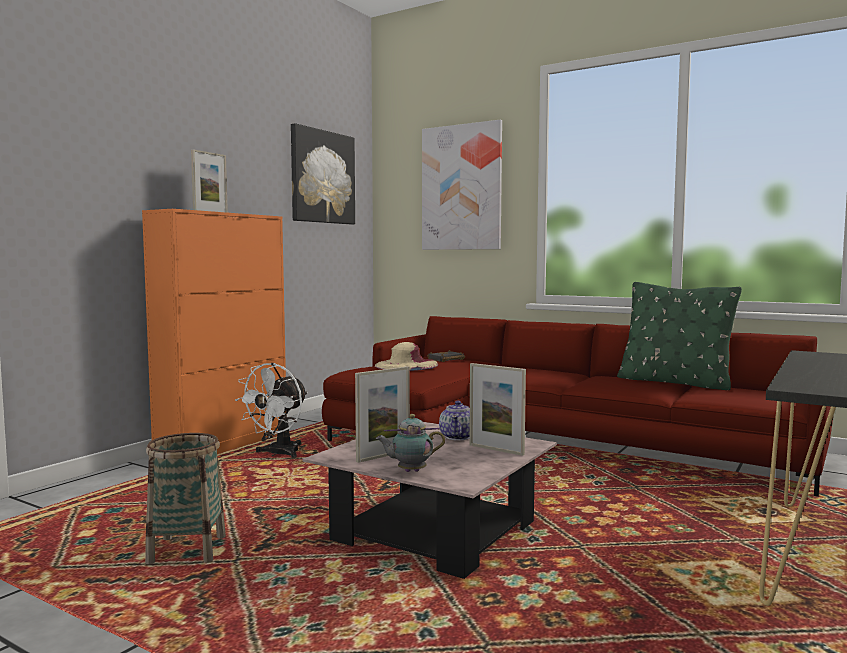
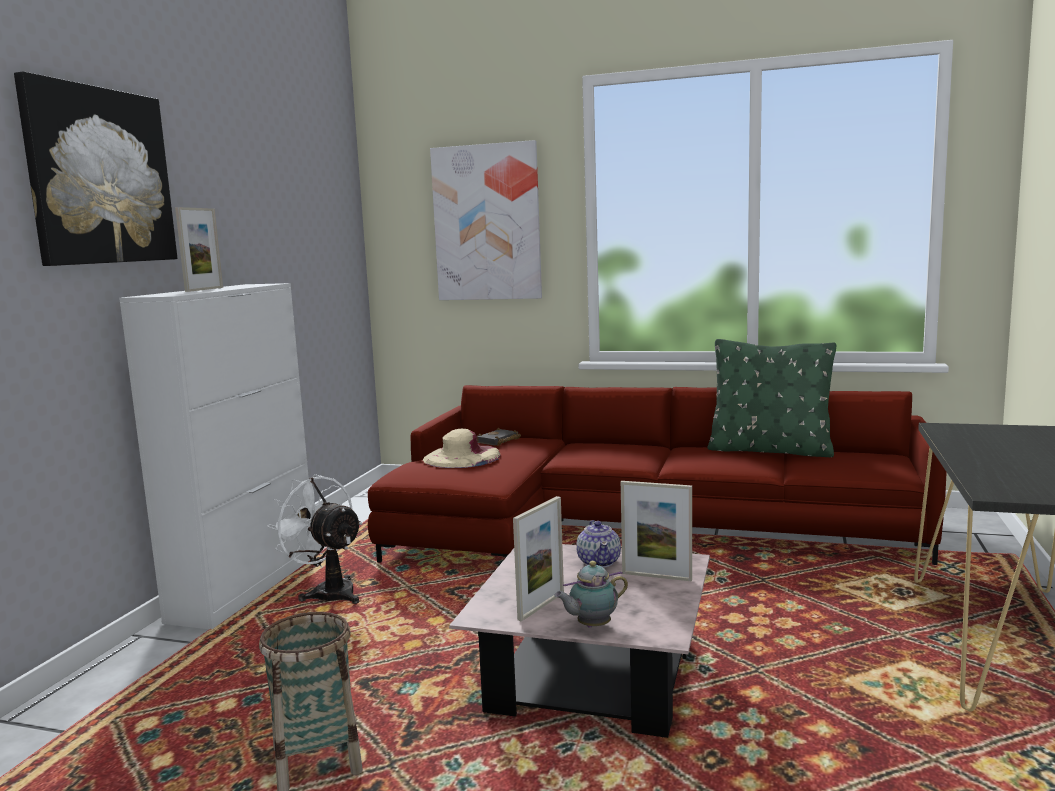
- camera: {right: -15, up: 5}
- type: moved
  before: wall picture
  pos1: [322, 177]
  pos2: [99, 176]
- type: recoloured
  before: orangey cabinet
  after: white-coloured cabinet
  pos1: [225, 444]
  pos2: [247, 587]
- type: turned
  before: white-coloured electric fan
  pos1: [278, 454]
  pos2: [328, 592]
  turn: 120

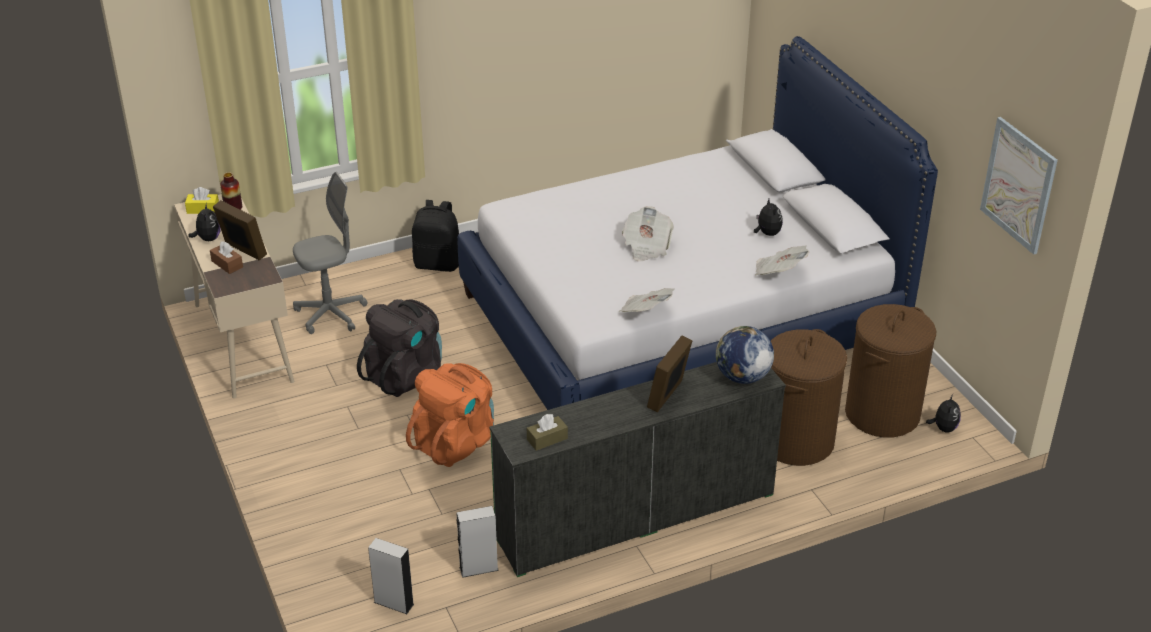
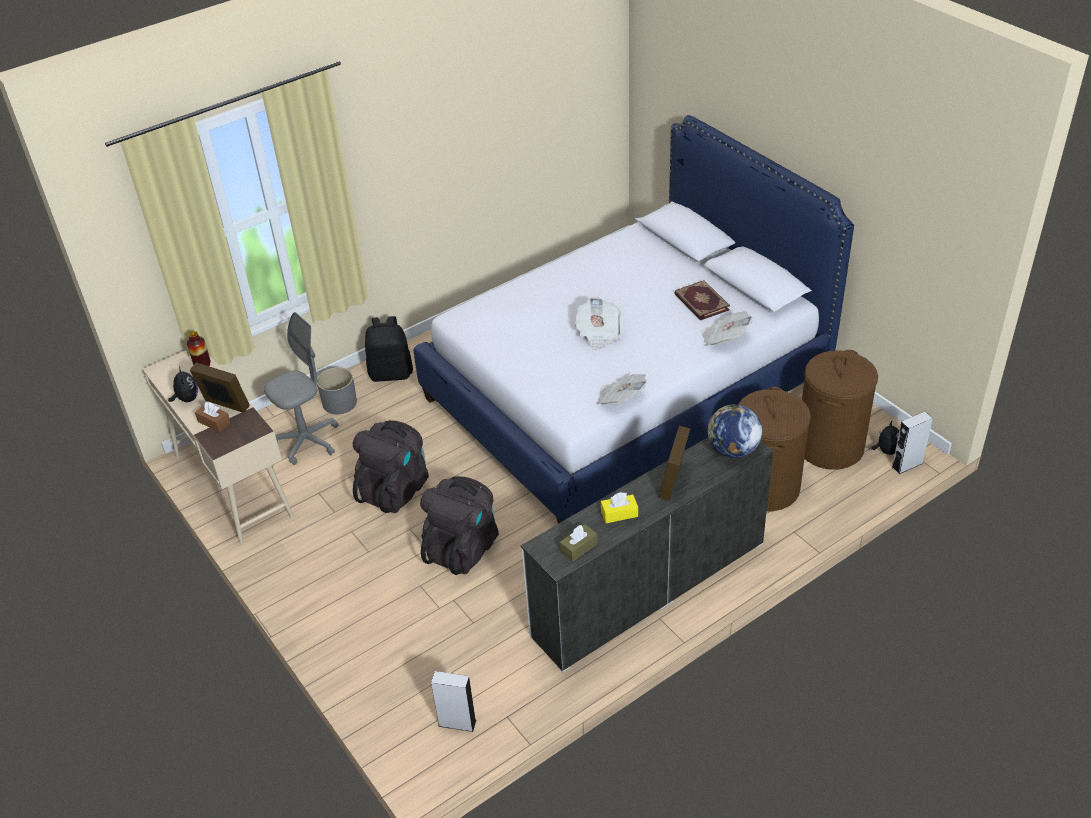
- camera: {right: -10, up: 5}
- type: added
  after: grey planter
  pos2: [339, 403]
- type: recoloured
  before: orangey rucksack
  after: blackish rucksack
  pos1: [455, 442]
  pos2: [463, 547]
- type: recoloured
  before: green-coloured dresser
  after: white-coloured dresser
  pos1: [635, 515]
  pos2: [648, 588]
- type: moved
  before: yellow box of tissues
  pos1: [203, 209]
  pos2: [619, 514]
- type: replaced
  before: cuddly toy
  after: bound book
  pos1: [767, 233]
  pos2: [701, 302]
- type: moved
  before: grey speaker
  pos1: [478, 568]
  pos2: [907, 465]
- type: removed
  before: wall picture
  pos1: [1018, 185]

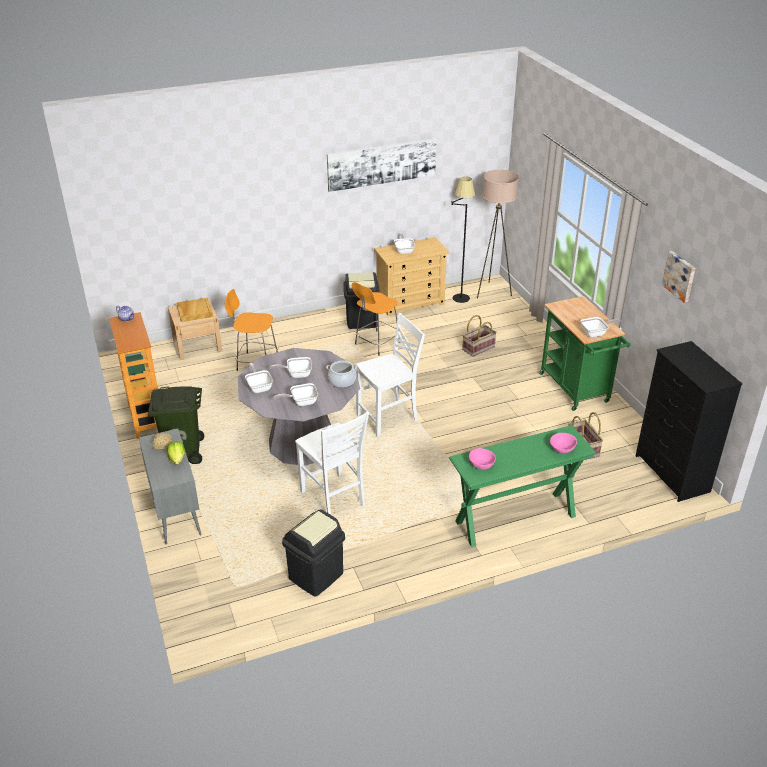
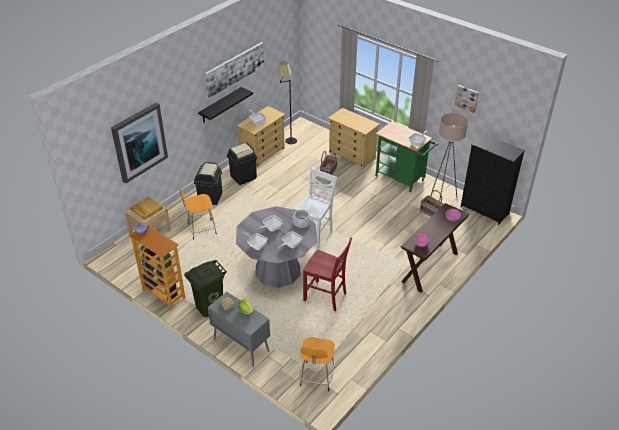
- camera: {right: -30, up: 5}
- type: added
  after: wall picture
  pos2: [139, 142]
- type: moved
  before: blackish trash can
  pos1: [316, 576]
  pos2: [210, 197]
- type: added
  after: blackish shelf
  pos2: [220, 105]
- type: moved
  before: orangey stool seat
  pos1: [376, 343]
  pos2: [317, 377]
- type: recoloured
  before: white-coloured upright chair
  after: reddish upright chair
  pos1: [334, 499]
  pos2: [326, 297]
- type: added
  after: beige-coloured dresser
  pos2: [352, 155]
- type: recoloured
  before: green-coloured console table
  after: brownish console table
  pos1: [515, 519]
  pos2: [429, 267]
- type: moved
  before: beige-coloured standing lamp
  pos1: [492, 292]
  pos2: [442, 198]

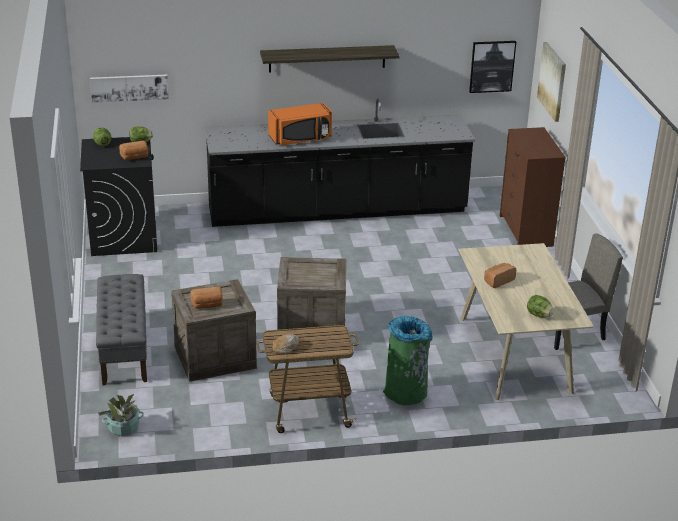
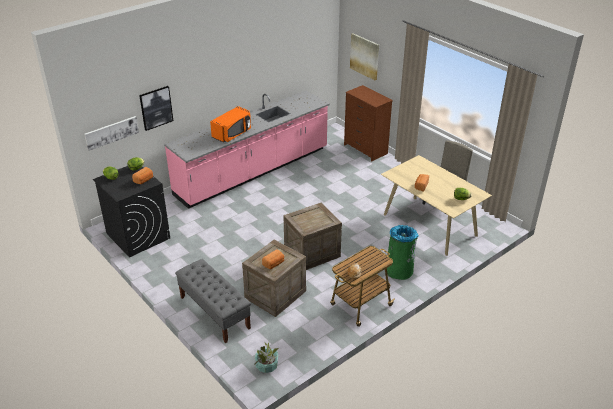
- camera: {right: -30, up: 5}
- type: moved
  before: wall picture
  pos1: [492, 66]
  pos2: [156, 107]
- type: recoloured
  before: blackish counter
  after: pink-coloured counter
  pos1: [337, 211]
  pos2: [253, 172]
- type: removed
  before: shelf
  pos1: [327, 58]

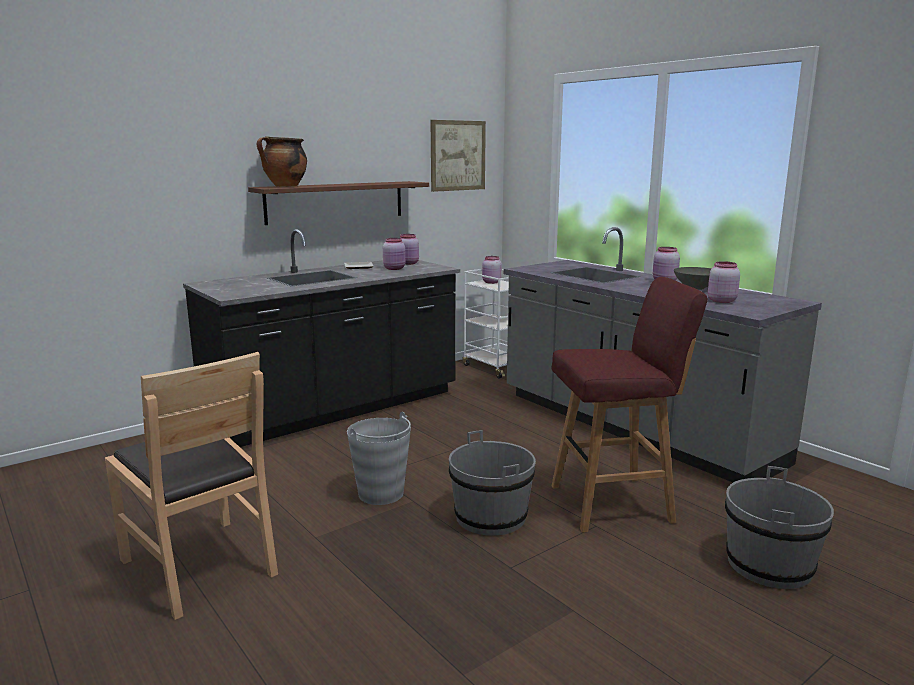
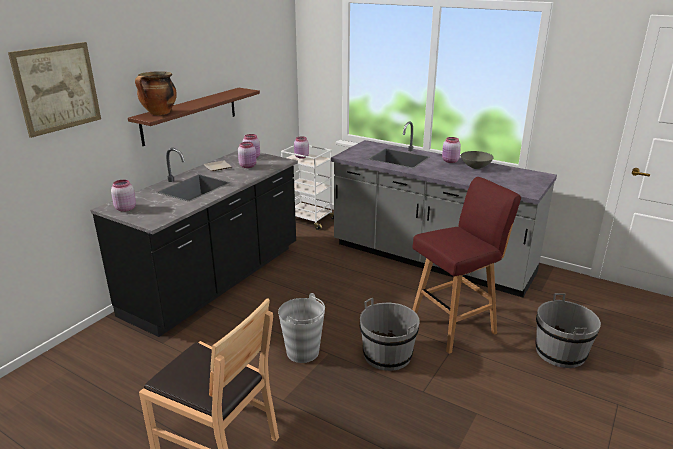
- camera: {right: -20, up: 10}
- type: moved
  before: wall picture
  pos1: [458, 155]
  pos2: [57, 88]
- type: moved
  before: pink-coloured preserve jar
  pos1: [720, 301]
  pos2: [125, 208]

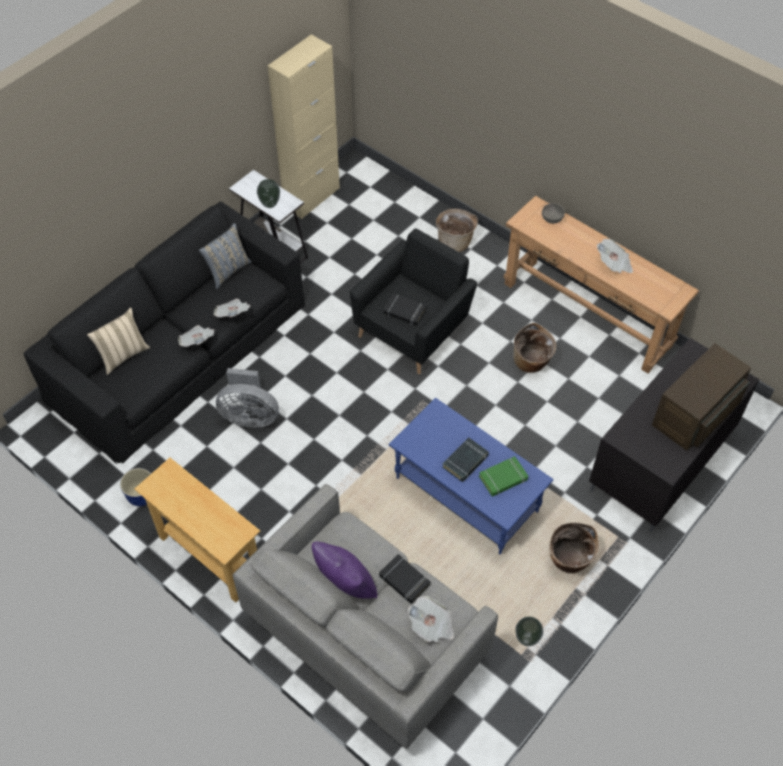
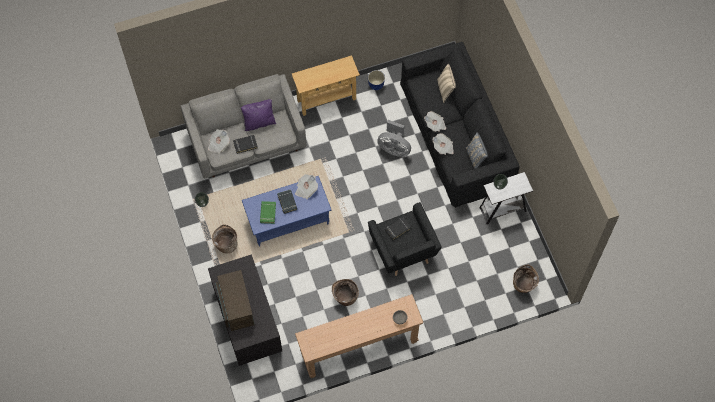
- camera: {right: 120, up: 10}
- type: moved
  before: printed paper
  pos1: [614, 264]
  pos2: [306, 189]
- type: turned
  before: grey electric fan
  pos1: [250, 416]
  pos2: [394, 148]
  turn: -105
- type: moved
  before: basket
  pos1: [455, 241]
  pos2: [523, 285]
- type: removed
  before: beige-coloured cabinet
  pos1: [311, 197]

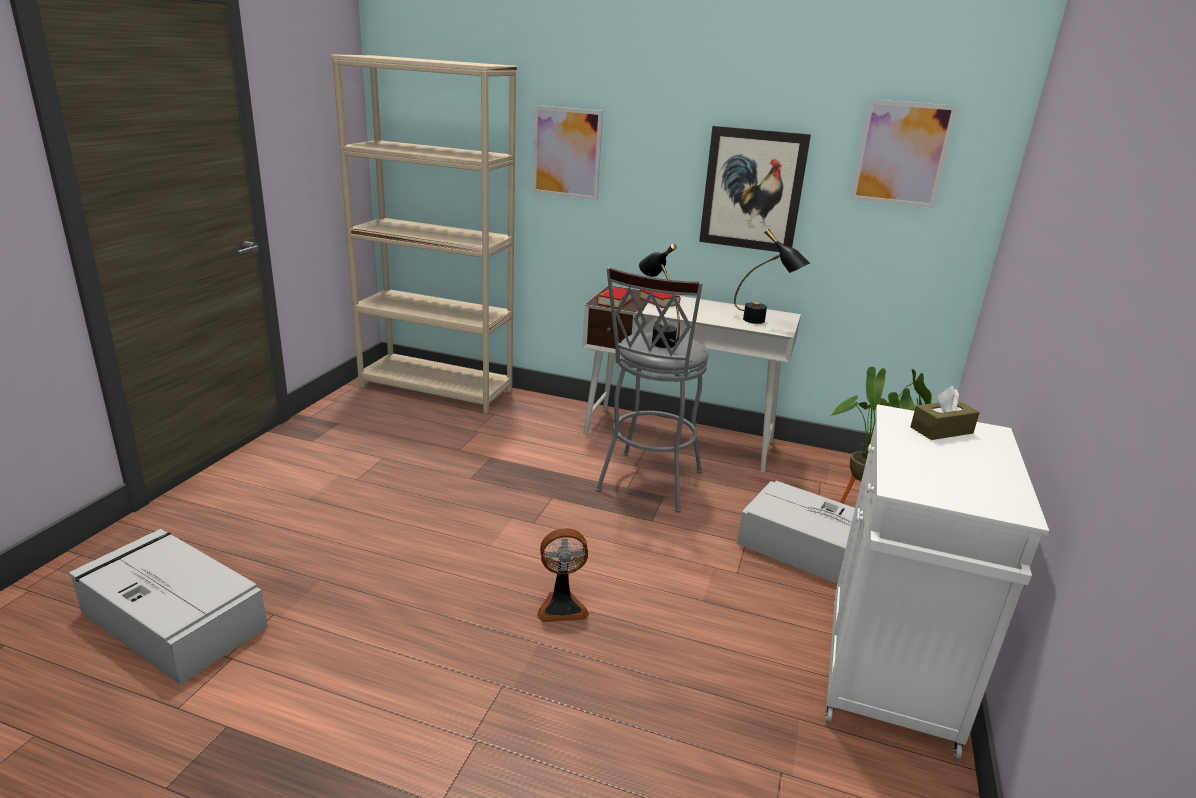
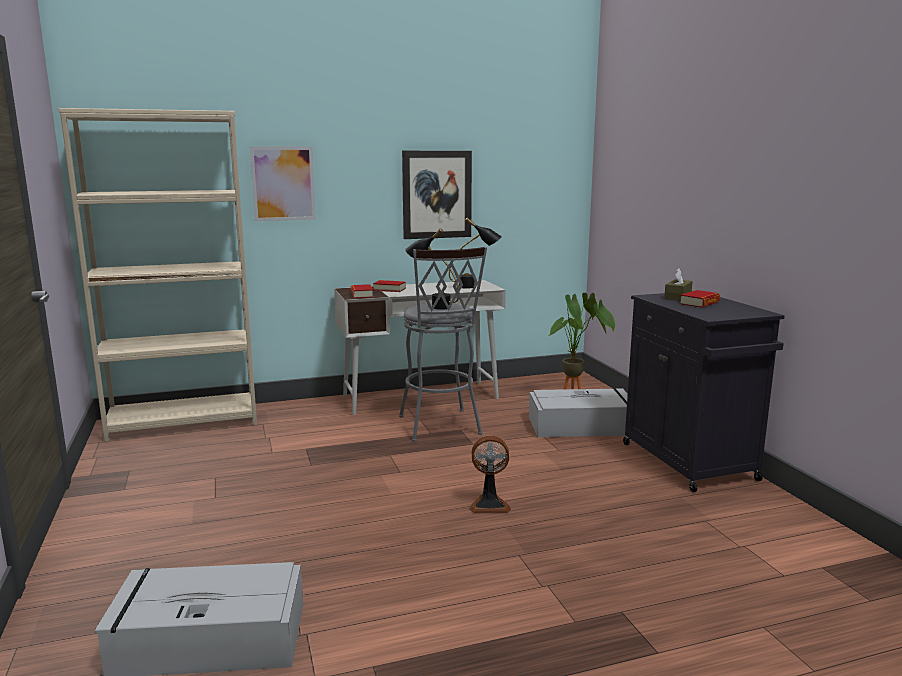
- camera: {right: -35, up: -10}
- type: turned
  before: electric fan
  pos1: [561, 606]
  pos2: [489, 504]
  turn: 45
- type: recoloured
  before: white-coloured cabinet
  after: blackish cabinet
  pos1: [888, 675]
  pos2: [690, 463]
- type: added
  after: bound book
  pos2: [699, 303]
- type: removed
  before: wall picture
  pos1: [901, 154]

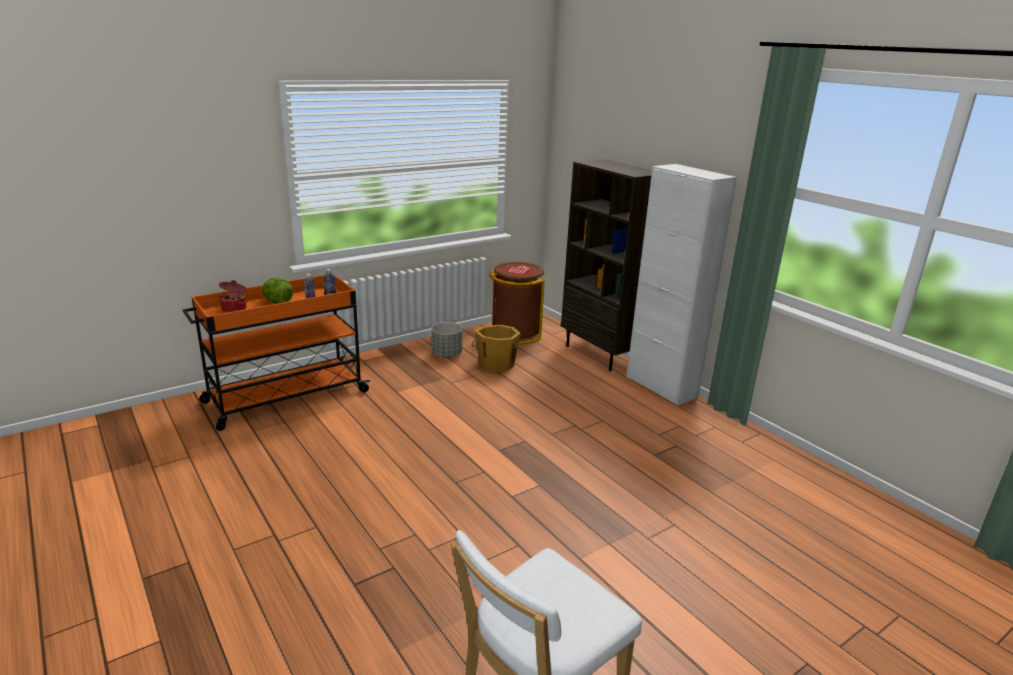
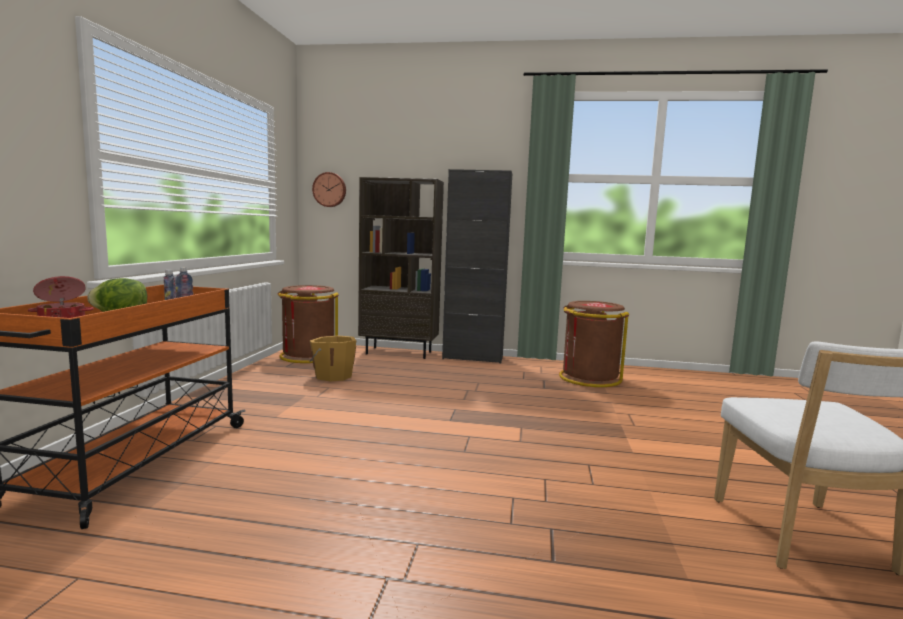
- camera: {right: -45, up: -15}
- type: added
  after: hanging clock
  pos2: [330, 189]
- type: recoloured
  before: white-coloured cabinet
  after: blackish cabinet
  pos1: [661, 387]
  pos2: [472, 358]
- type: added
  after: brownish trash can
  pos2: [589, 378]
- type: removed
  before: grey planter
  pos1: [446, 354]

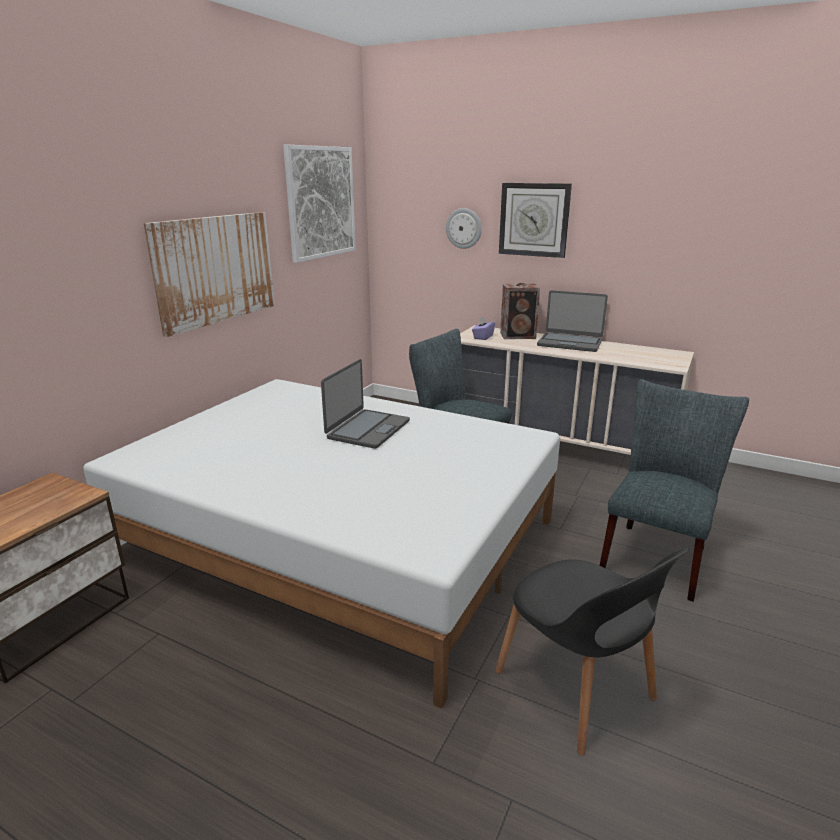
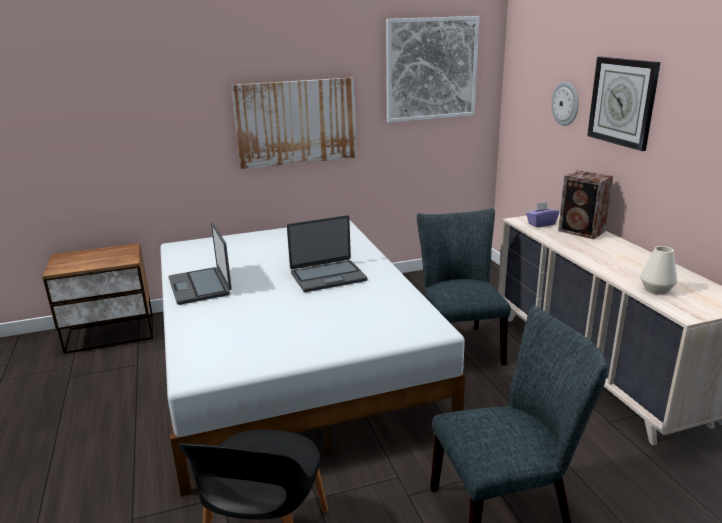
- camera: {right: 45, up: 0}
- type: moved
  before: notebook computer
  pos1: [570, 343]
  pos2: [200, 286]
- type: added
  after: white-coloured vase
  pos2: [656, 289]

